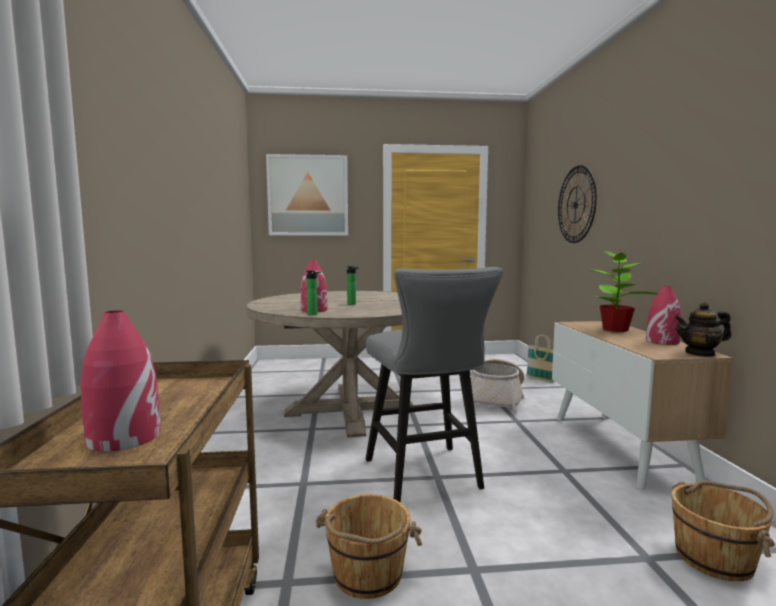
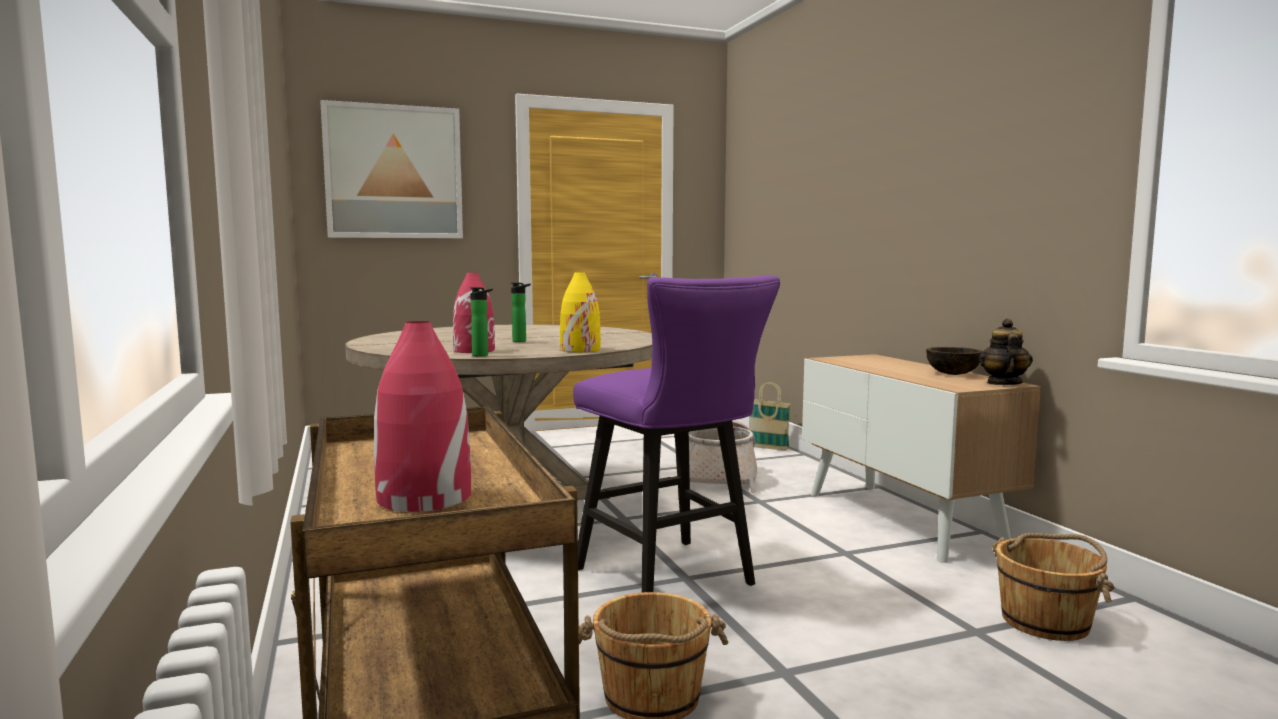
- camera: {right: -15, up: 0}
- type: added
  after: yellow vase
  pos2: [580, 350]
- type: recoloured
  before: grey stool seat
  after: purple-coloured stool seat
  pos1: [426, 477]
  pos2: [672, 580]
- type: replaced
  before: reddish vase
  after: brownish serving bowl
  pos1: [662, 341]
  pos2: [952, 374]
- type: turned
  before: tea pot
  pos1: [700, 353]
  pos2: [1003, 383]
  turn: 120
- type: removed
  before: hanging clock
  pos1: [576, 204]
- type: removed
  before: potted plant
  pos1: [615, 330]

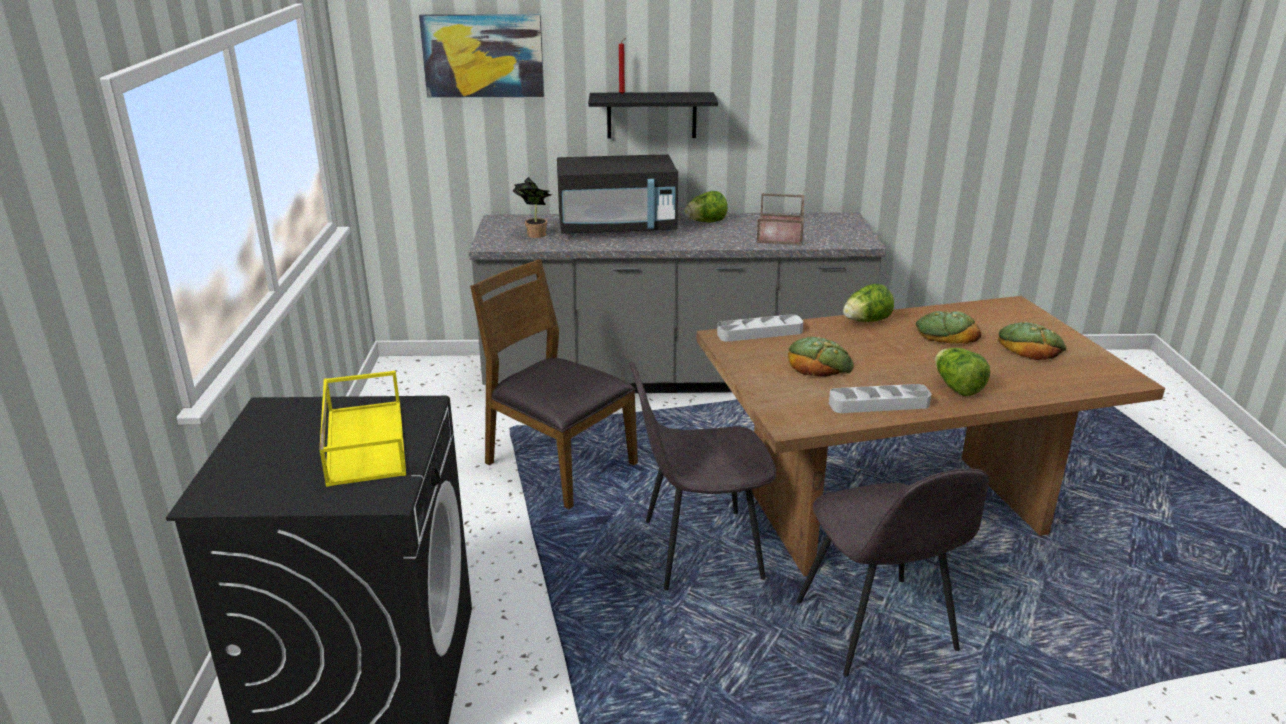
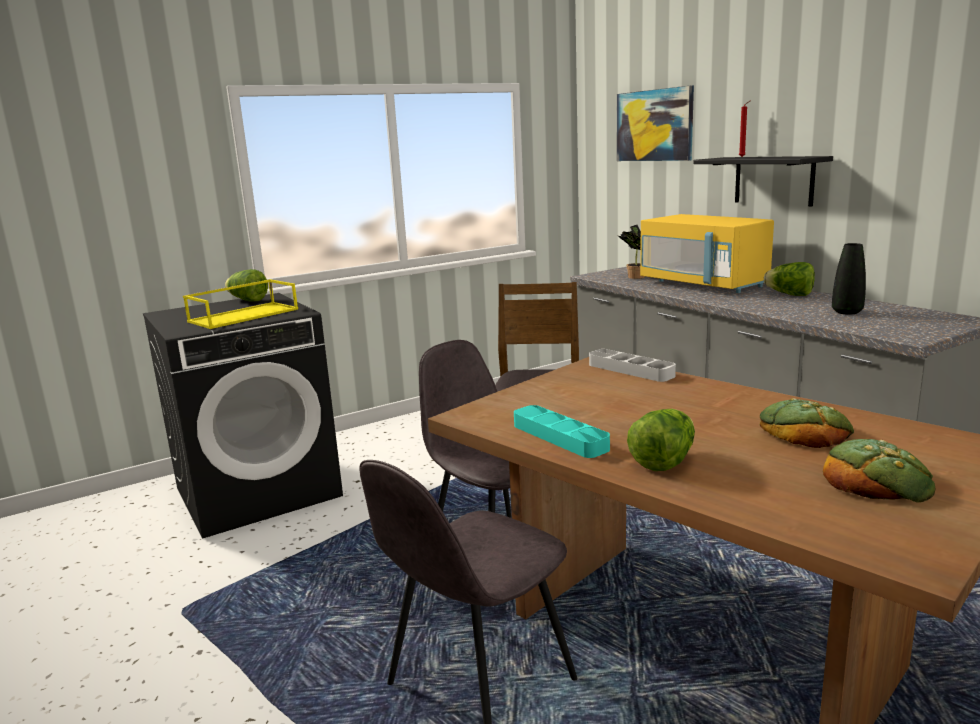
- camera: {right: 60, up: -10}
- type: moved
  before: lettuce
  pos1: [866, 321]
  pos2: [247, 300]
- type: recoloured
  before: grey carrying tray
  after: blue-green carrying tray
  pos1: [879, 404]
  pos2: [559, 437]
- type: recoloured
  before: blackish microwave oven
  after: yellow microwave oven
  pos1: [617, 228]
  pos2: [703, 284]
- type: replaced
  before: brownish carrying tray
  after: blackish vase
  pos1: [781, 230]
  pos2: [847, 312]
- type: removed
  before: baked bread
  pos1: [819, 363]

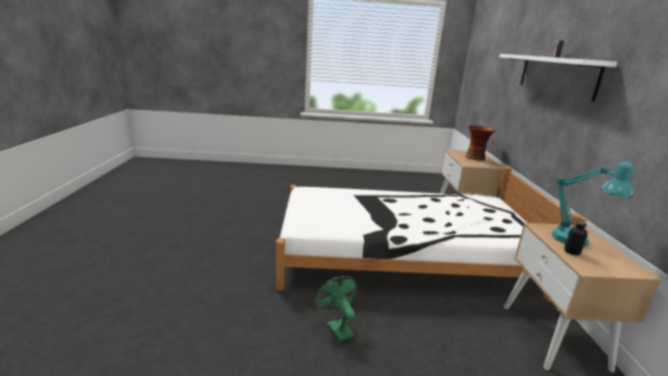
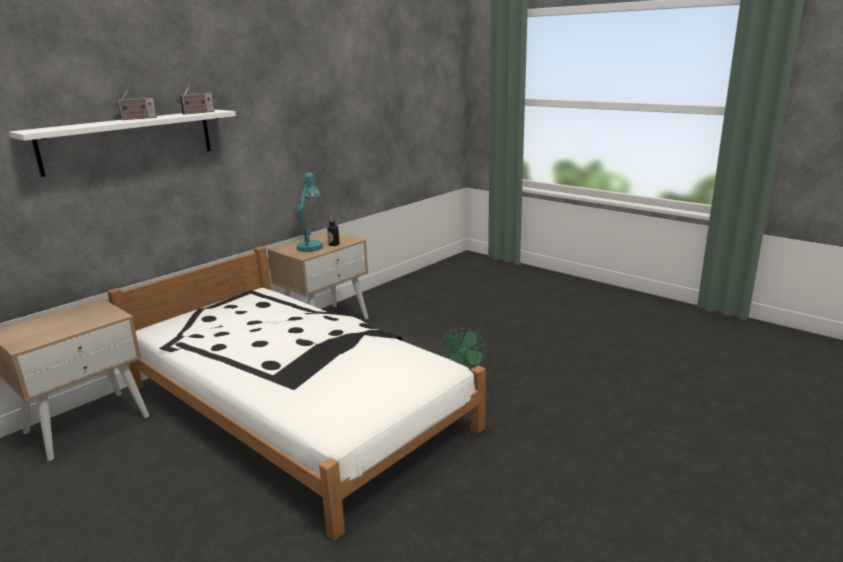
- camera: {right: -135, up: 0}
- type: added
  after: radio
  pos2: [197, 113]
- type: removed
  before: vase
  pos1: [475, 158]

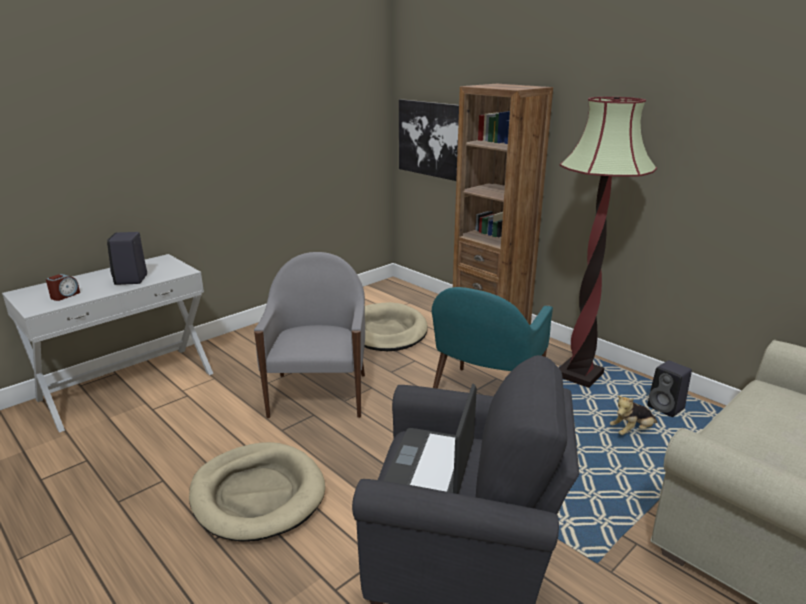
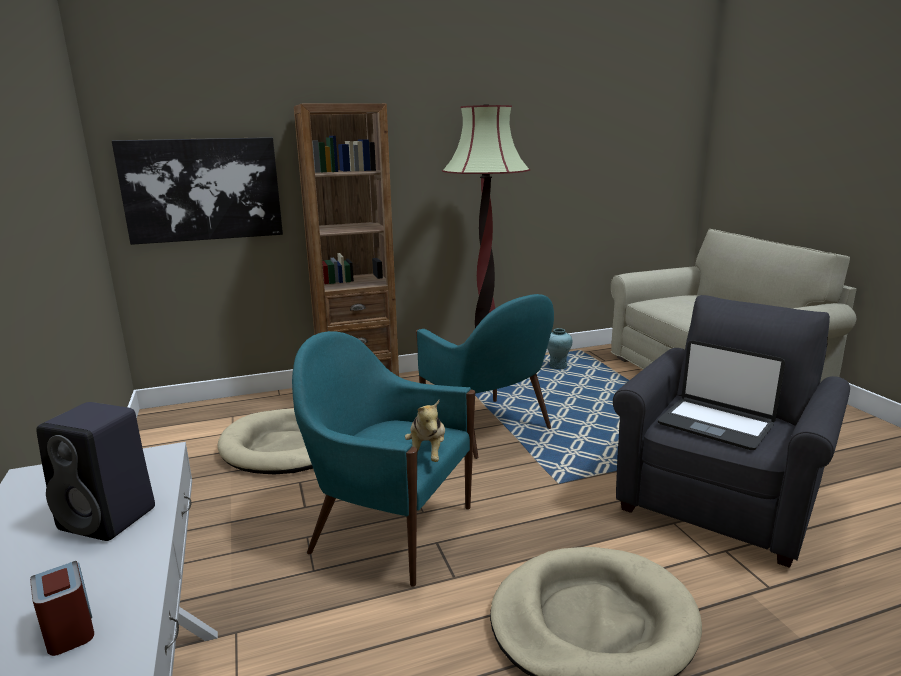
- camera: {right: -65, up: -5}
- type: recoloured
  before: grey lounge chair
  after: blue-green lounge chair
  pos1: [319, 394]
  pos2: [389, 528]
- type: moved
  before: cuddly toy
  pos1: [632, 431]
  pos2: [427, 453]
- type: replaced
  before: blackish speaker
  after: blue-green vase
  pos1: [667, 408]
  pos2: [558, 366]

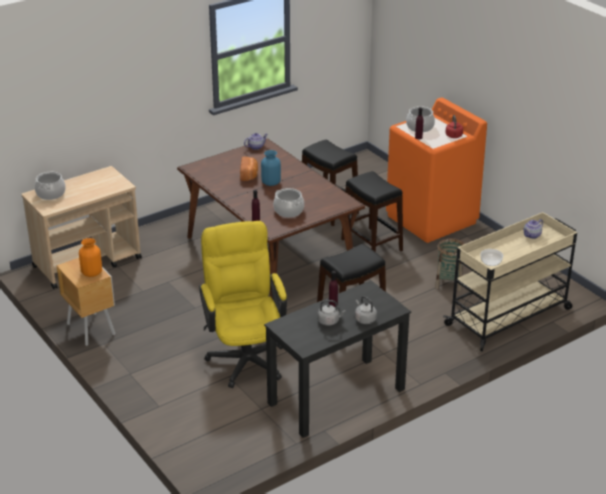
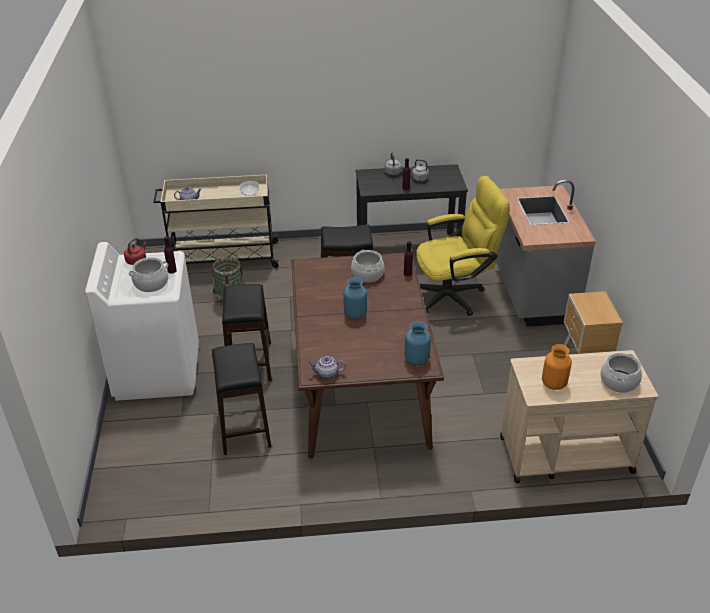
- camera: {right: -150, up: 5}
- type: recoloured
  before: orangey laundry appliance
  after: white-coloured laundry appliance
  pos1: [431, 219]
  pos2: [157, 371]
- type: added
  after: blue-coloured vase
  pos2: [416, 359]
- type: turned
  before: yellow desk chair
  pos1: [245, 355]
  pos2: [454, 295]
  turn: -120
- type: added
  after: grey counter
  pos2: [532, 294]
- type: moved
  before: orangey vase
  pos1: [92, 273]
  pos2: [554, 383]
- type: removed
  before: baked bread
  pos1: [249, 175]

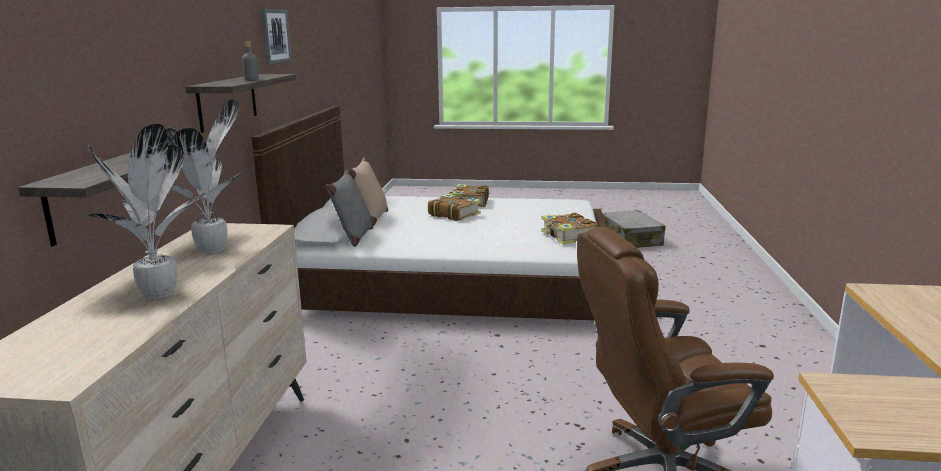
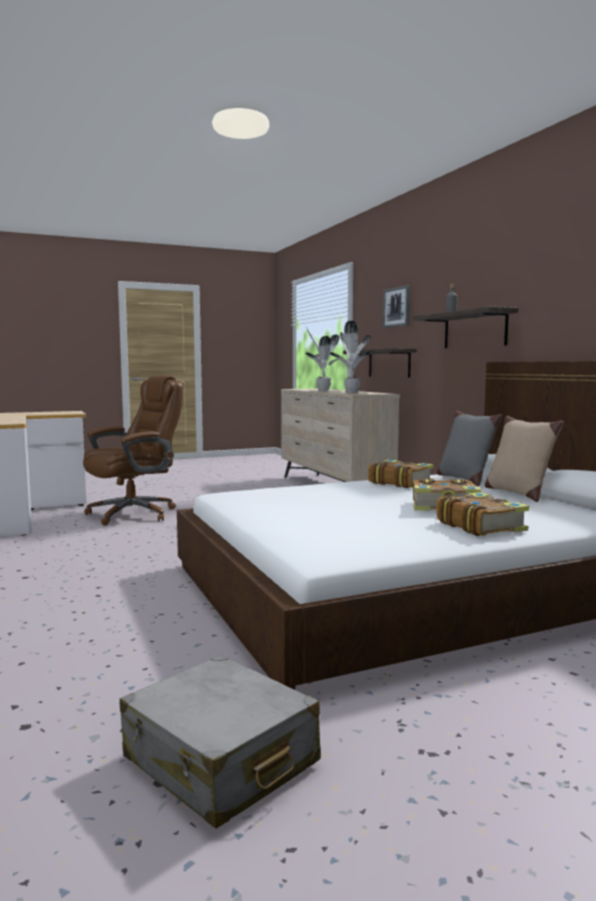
- camera: {right: 150, up: -10}
- type: moved
  before: bound book
  pos1: [568, 236]
  pos2: [399, 482]
- type: moved
  before: wall picture
  pos1: [275, 36]
  pos2: [397, 307]

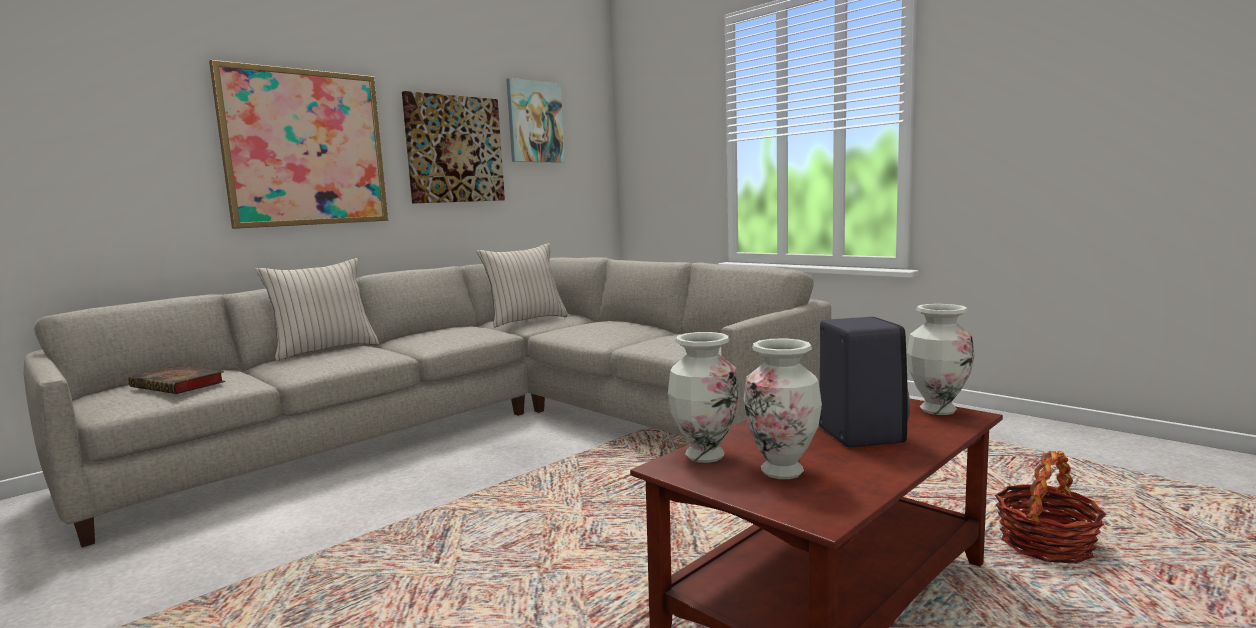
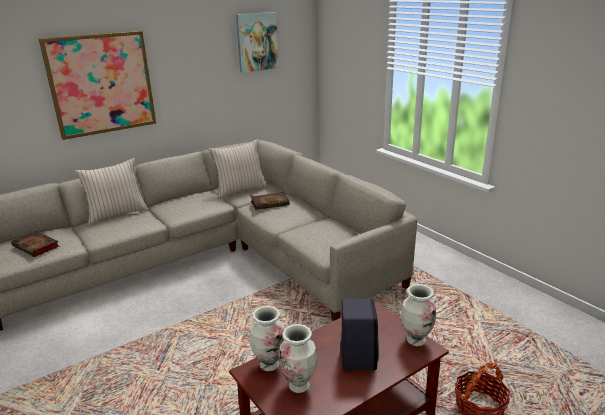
- camera: {right: 10, up: 15}
- type: added
  after: bound book
  pos2: [270, 203]
- type: removed
  before: wall picture
  pos1: [454, 149]

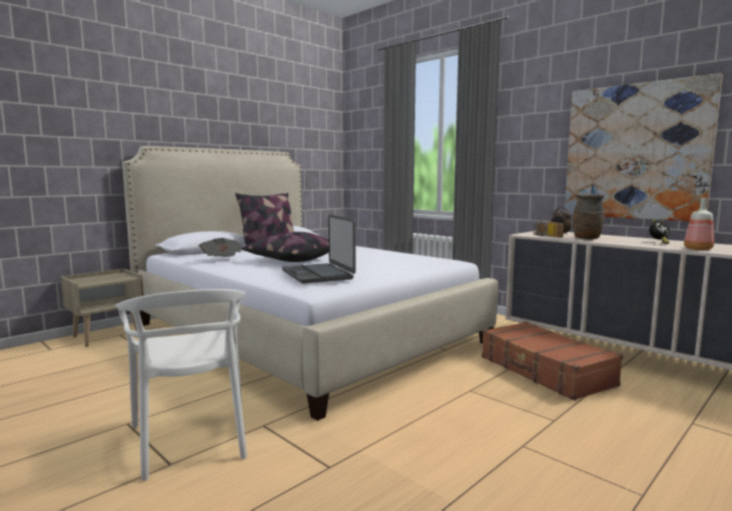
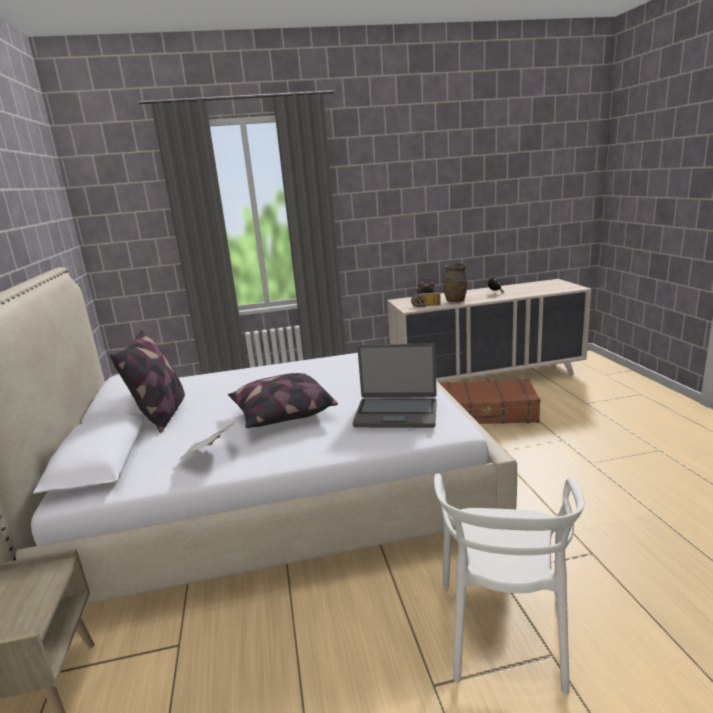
- camera: {right: -55, up: 10}
- type: turned
  before: white-coloured upright chair
  pos1: [192, 439]
  pos2: [504, 631]
  turn: 90
- type: removed
  before: wall picture
  pos1: [635, 152]
- type: removed
  before: beverage bottle
  pos1: [697, 249]

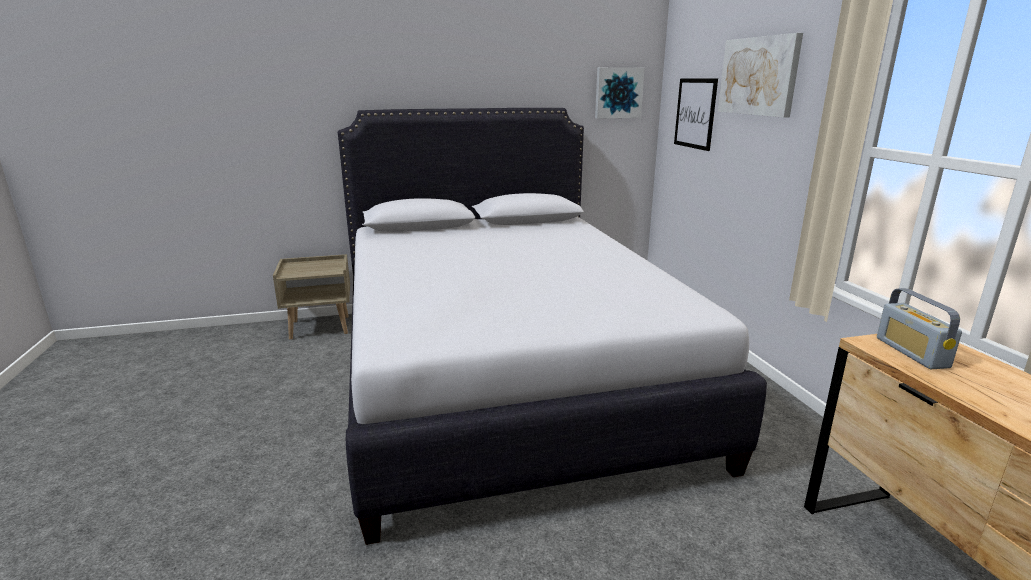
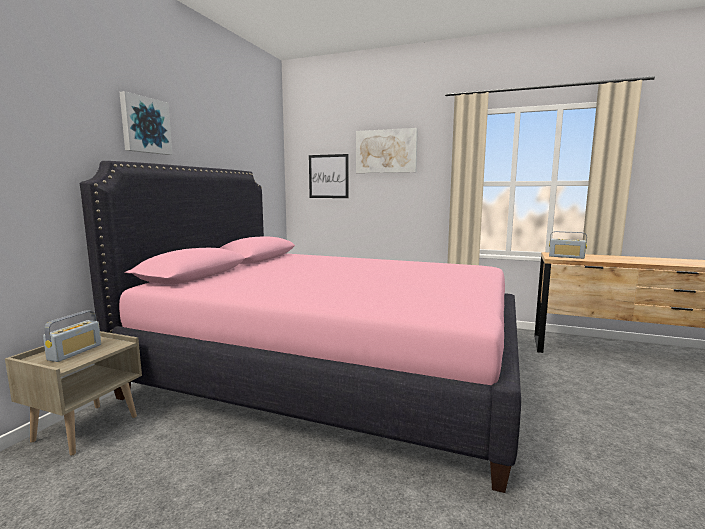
- camera: {right: -55, up: -10}
- type: added
  after: radio
  pos2: [75, 352]
- type: recoloured
  before: white-coloured bedroom bed
  after: pink-coloured bedroom bed
  pos1: [504, 375]
  pos2: [332, 373]
- type: moved
  before: wall picture
  pos1: [618, 93]
  pos2: [145, 125]

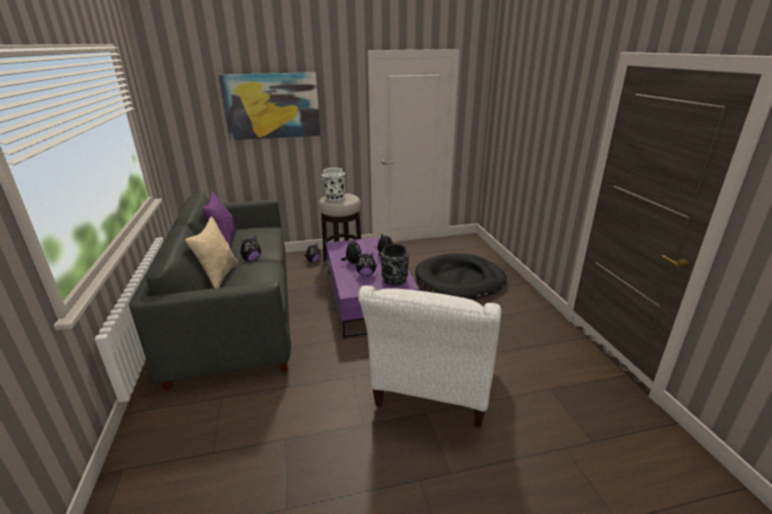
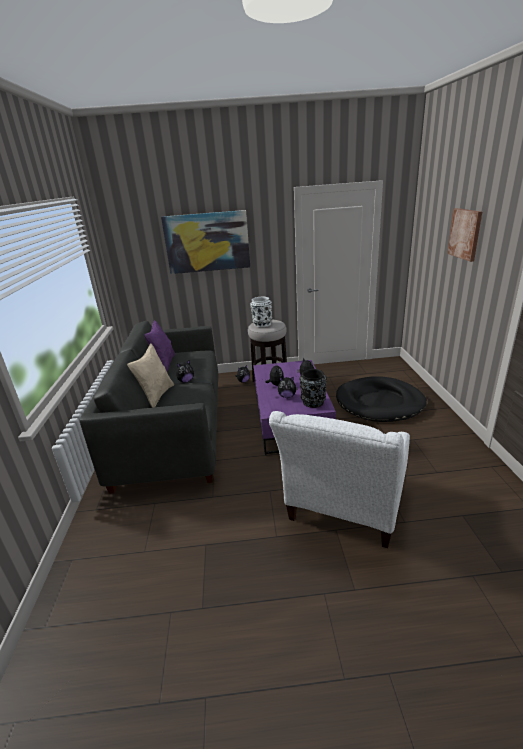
- camera: {right: 10, up: 0}
- type: added
  after: wall picture
  pos2: [465, 234]

